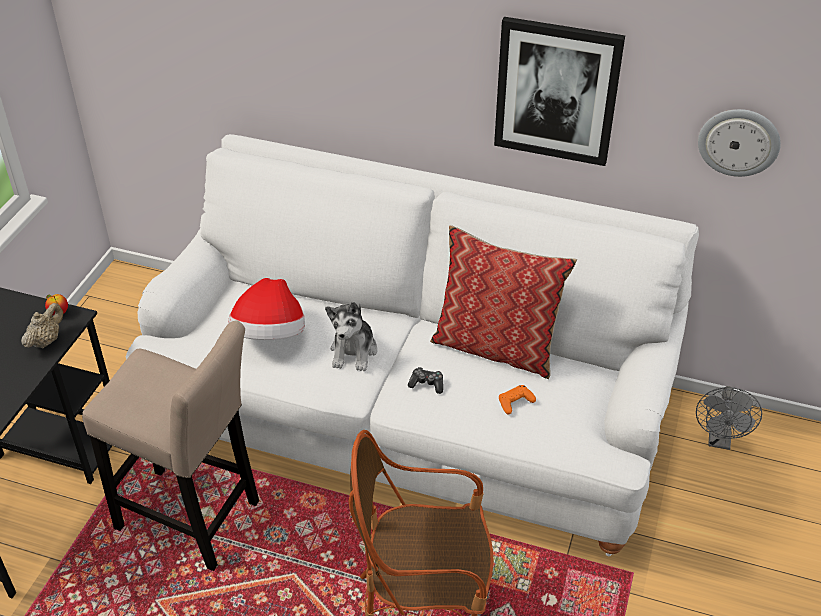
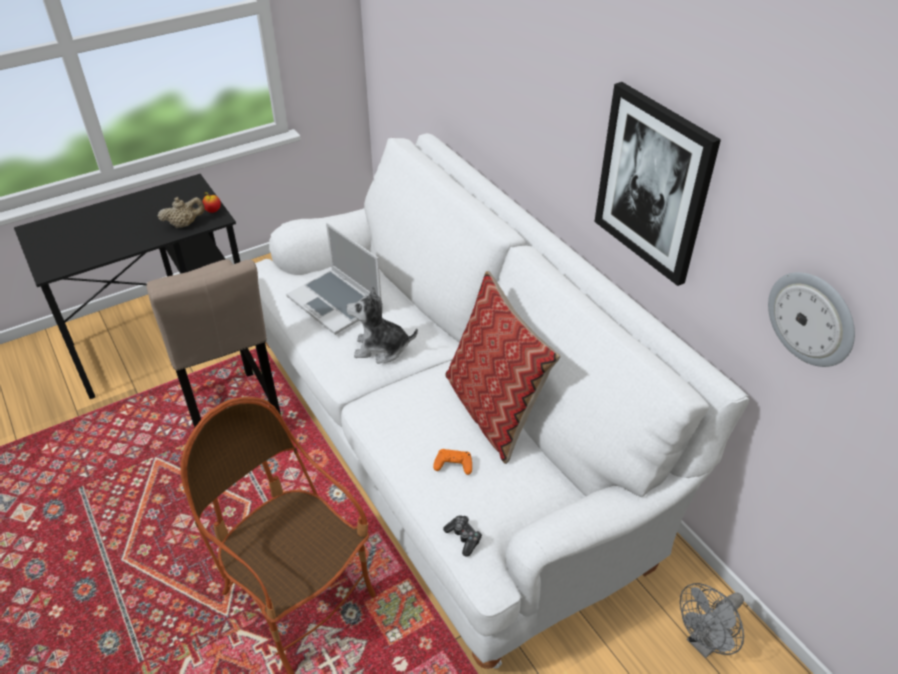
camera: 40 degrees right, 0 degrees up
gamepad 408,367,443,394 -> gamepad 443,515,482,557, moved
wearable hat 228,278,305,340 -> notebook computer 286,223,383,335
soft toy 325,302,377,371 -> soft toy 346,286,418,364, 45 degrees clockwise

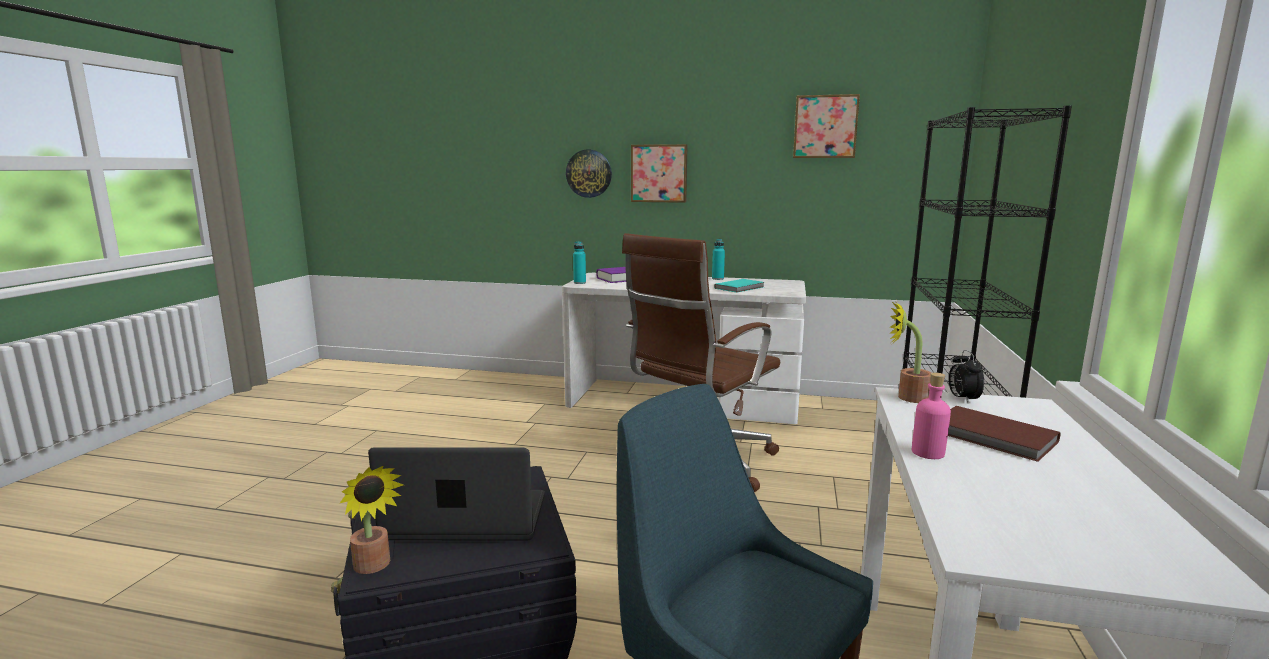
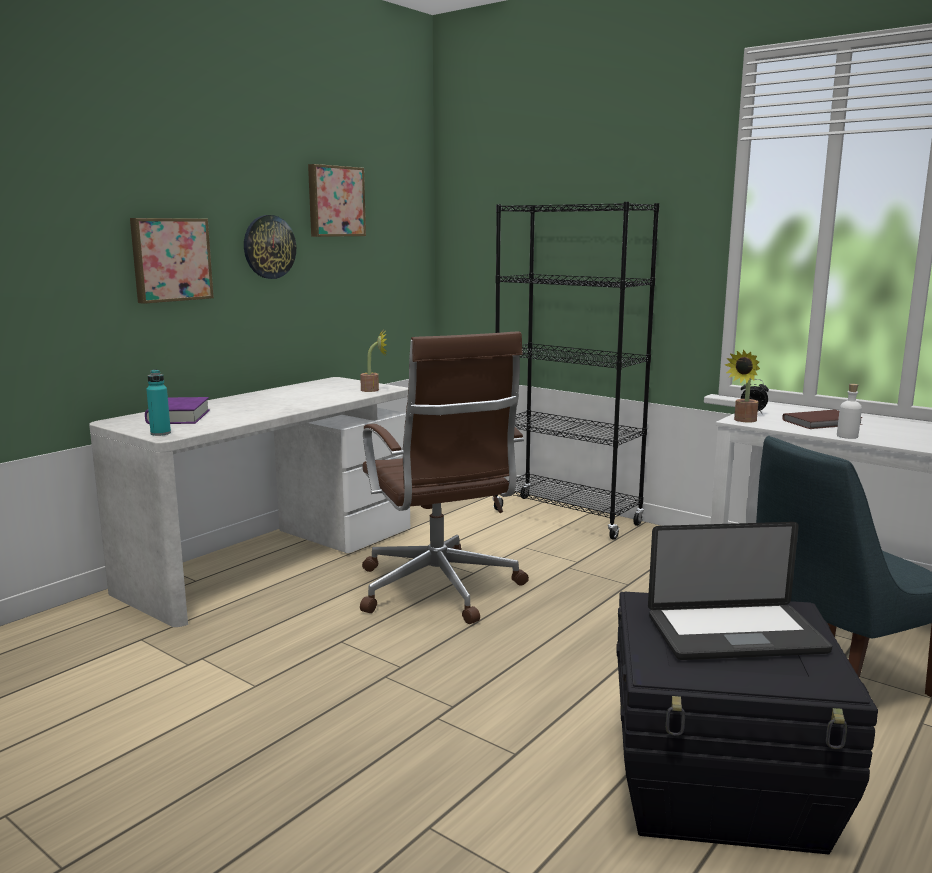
camera: 65 degrees left, 0 degrees up
bottle (turquoise) 712,239,725,280 -> none
volume (turquoise) 714,279,764,293 -> none
potted plant 340,466,404,574 -> potted plant 360,331,387,392, moved
clock on the wall 566,150,612,198 -> clock on the wall 244,215,296,279, moved
bottle (pink-coloured) 912,372,951,459 -> bottle (white) 837,384,862,439
notebook computer 368,447,545,541 -> notebook computer 648,522,832,660, 120 degrees counterclockwise

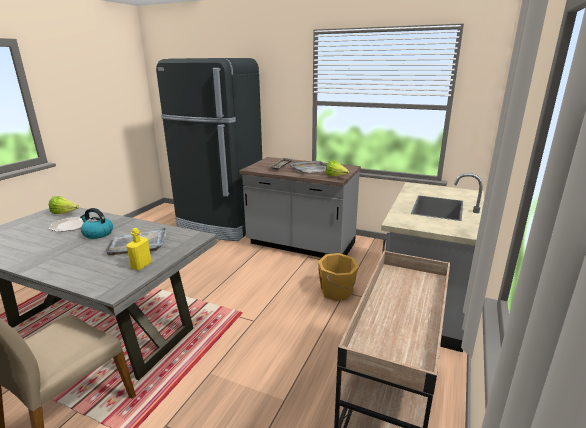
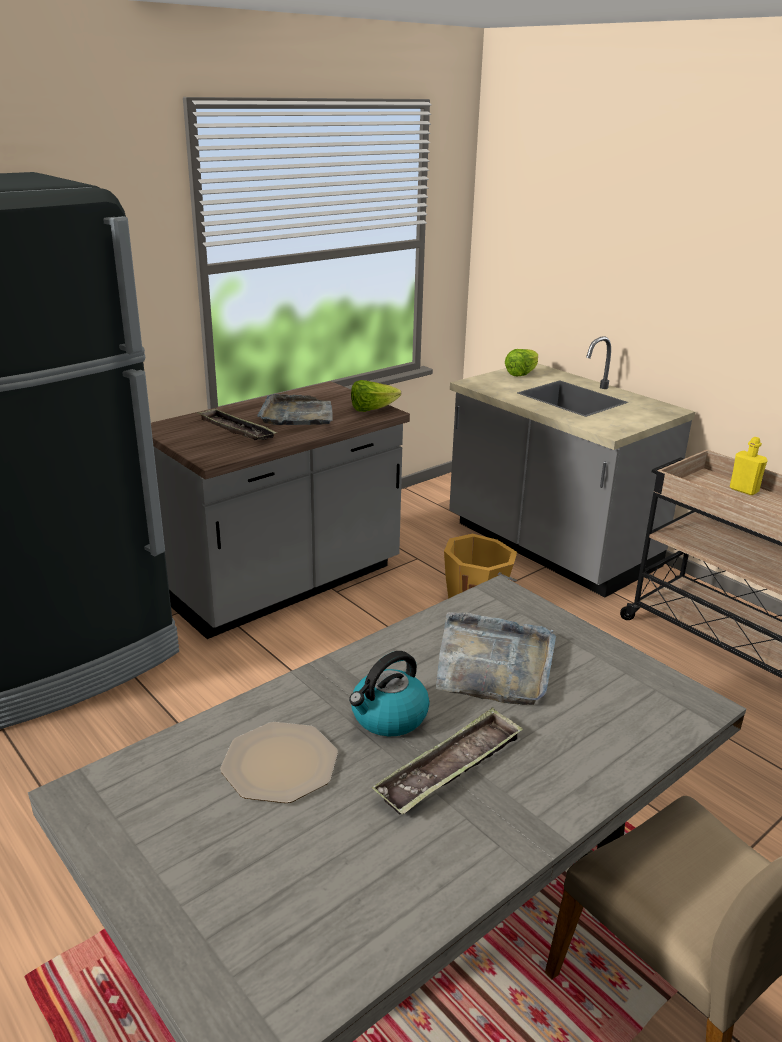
camera: 65 degrees left, 5 degrees up
none -> carrying tray 372,707,523,815
head of lettuce 49,196,79,214 -> head of lettuce 505,349,538,376, moved
bottle (yellow) 126,228,151,270 -> bottle (yellow) 730,437,768,495, moved

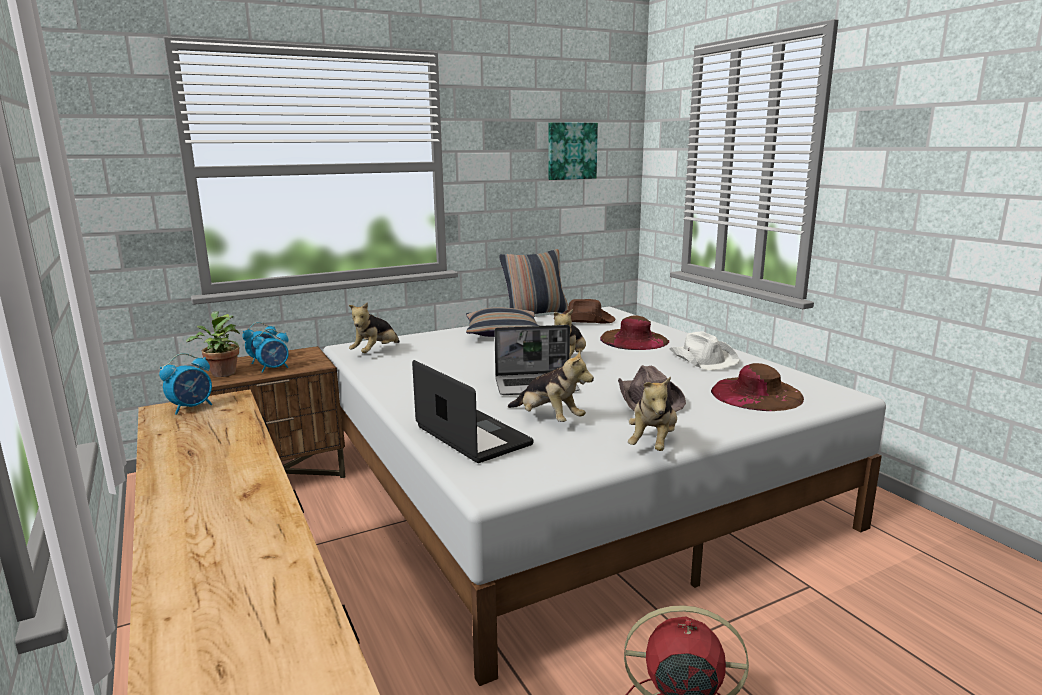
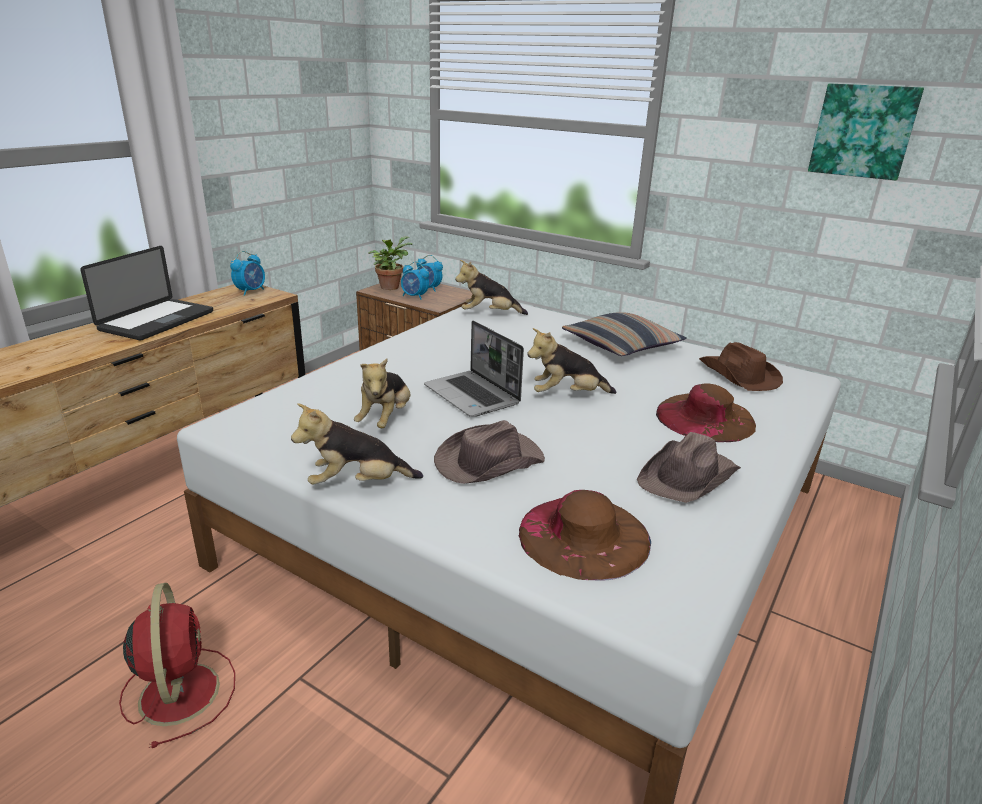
camera: 60 degrees right, 10 degrees up
cushion 499,249,569,314 -> none
notebook computer 412,360,533,463 -> notebook computer 80,246,213,340, moved
wearable hat (white) 669,331,740,371 -> wearable hat (brown) 637,432,741,503
bedside clock 159,353,212,415 -> bedside clock 230,251,265,296, 75 degrees counterclockwise

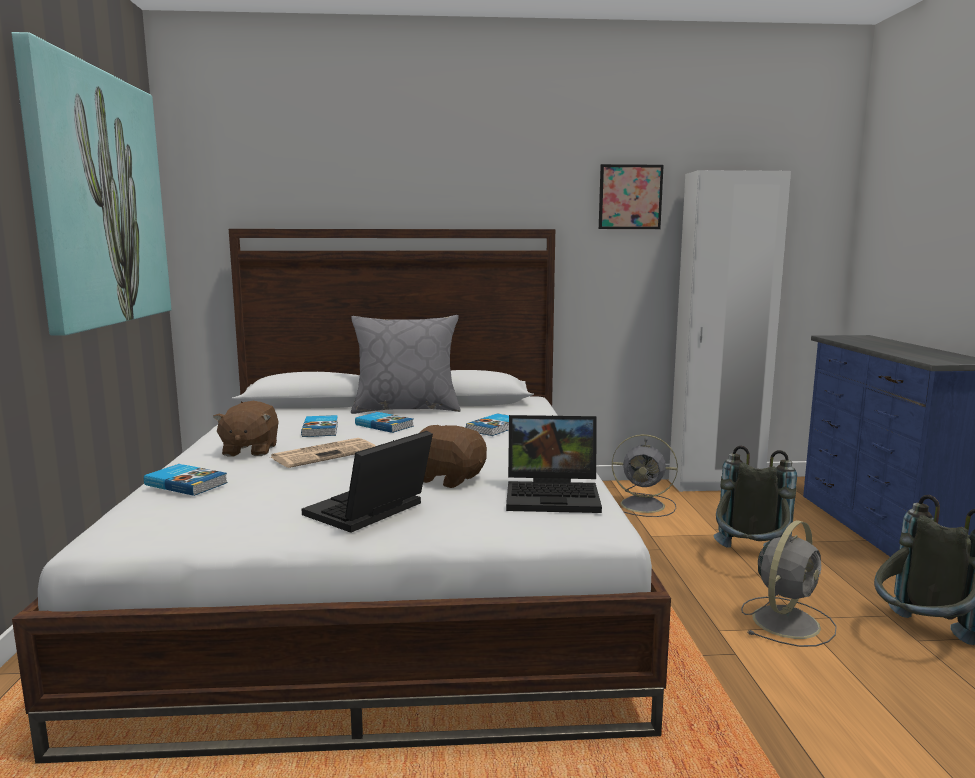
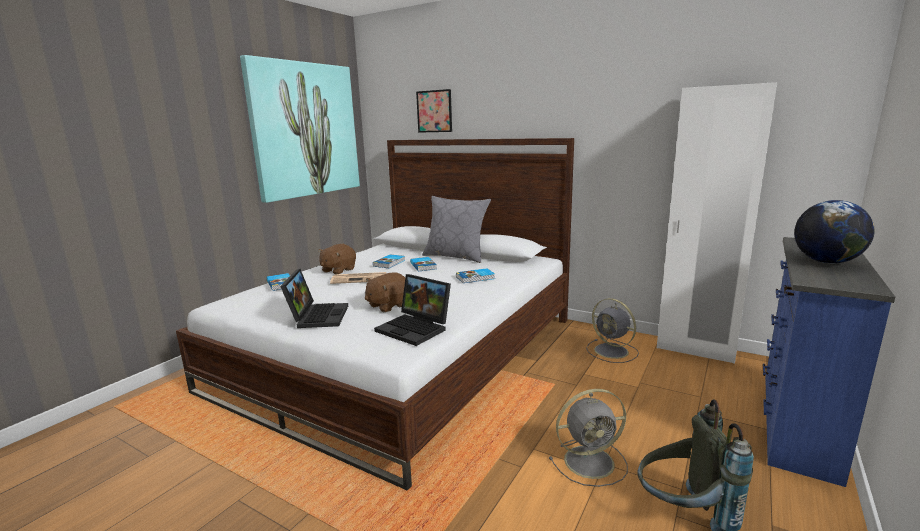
camera: 35 degrees right, 5 degrees up
knapsack (greyish) 714,446,797,548 -> none
none -> desk globe 794,200,875,263
wall picture 599,164,664,229 -> wall picture 416,89,452,133, moved
notebook computer 302,431,433,533 -> notebook computer 280,269,348,328, 105 degrees clockwise
soft toy (brown) 419,425,487,488 -> soft toy (brown) 365,272,405,312, 105 degrees counterclockwise

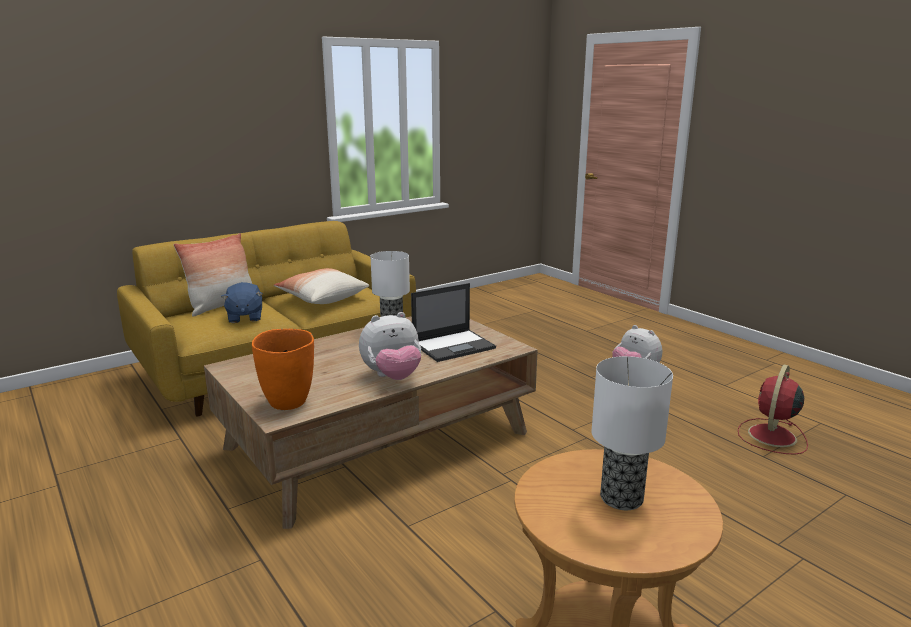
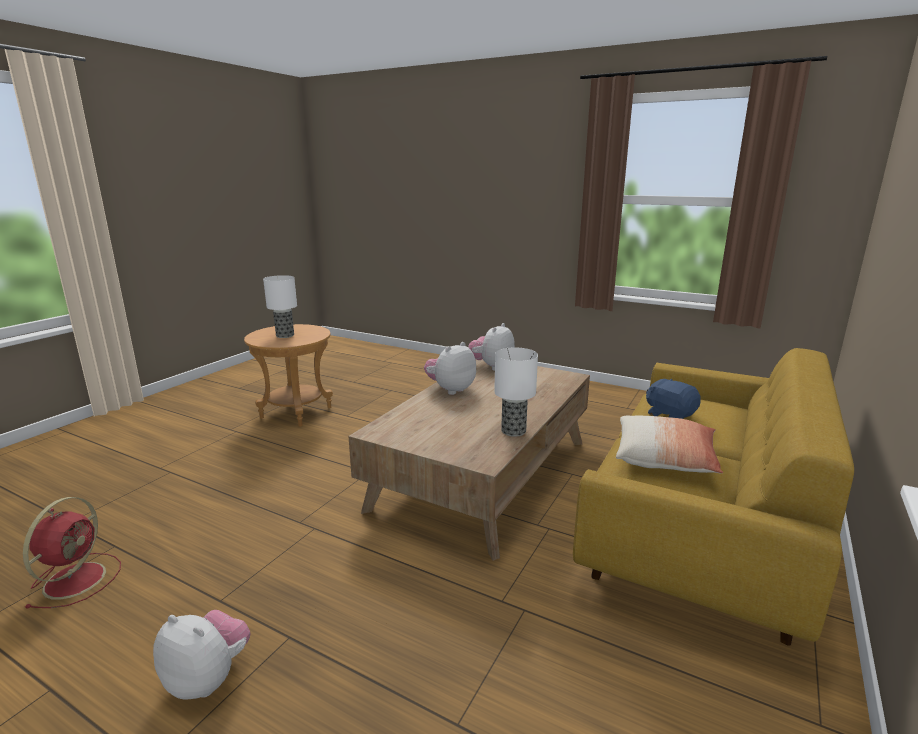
camera: 155 degrees right, 0 degrees up
cushion 173,233,252,317 -> none
notebook computer 411,283,496,362 -> none
vase (orange) 252,329,314,410 -> soft toy 468,323,515,371

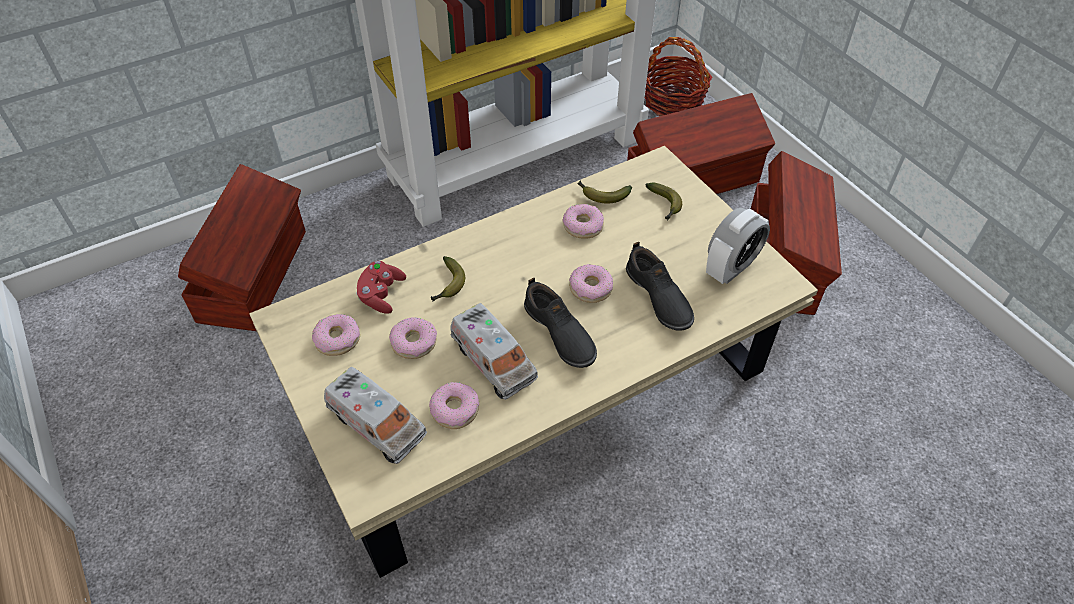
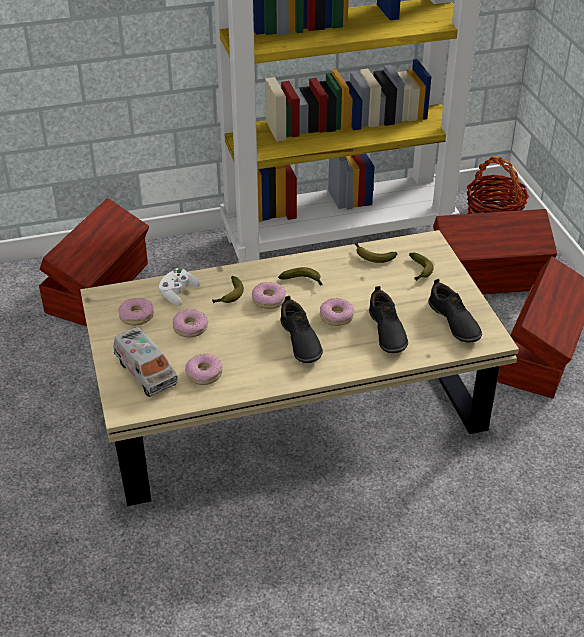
camera: 15 degrees right, 10 degrees down
toy truck 450,303,538,400 -> none
none -> banana fruit 278,267,323,286
donut 563,204,604,239 -> donut 252,282,286,309, moved
bedside clock 706,208,770,284 -> item of footwear (blackish) 428,279,482,343
gamepad (red) 356,261,406,314 -> gamepad (white) 159,268,200,306

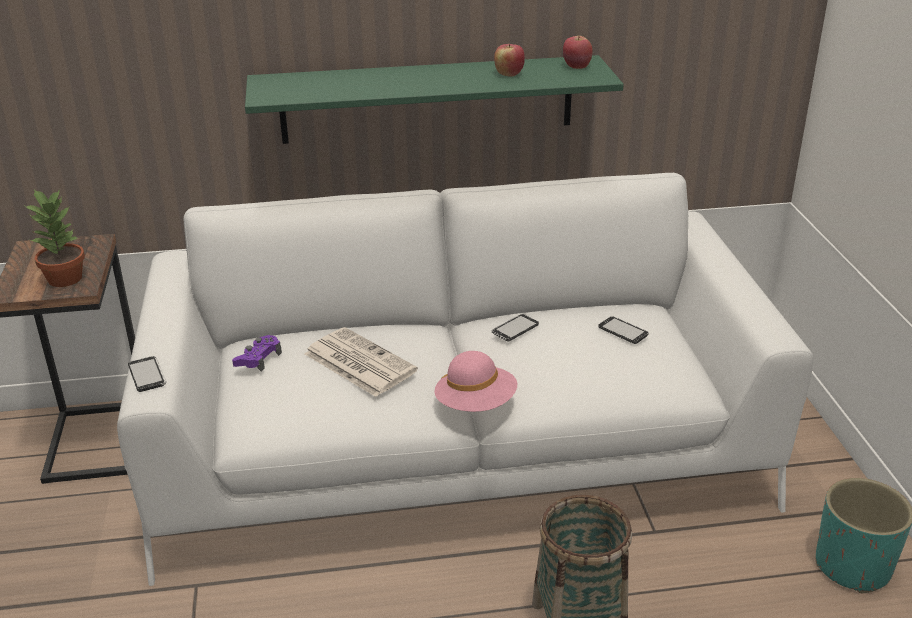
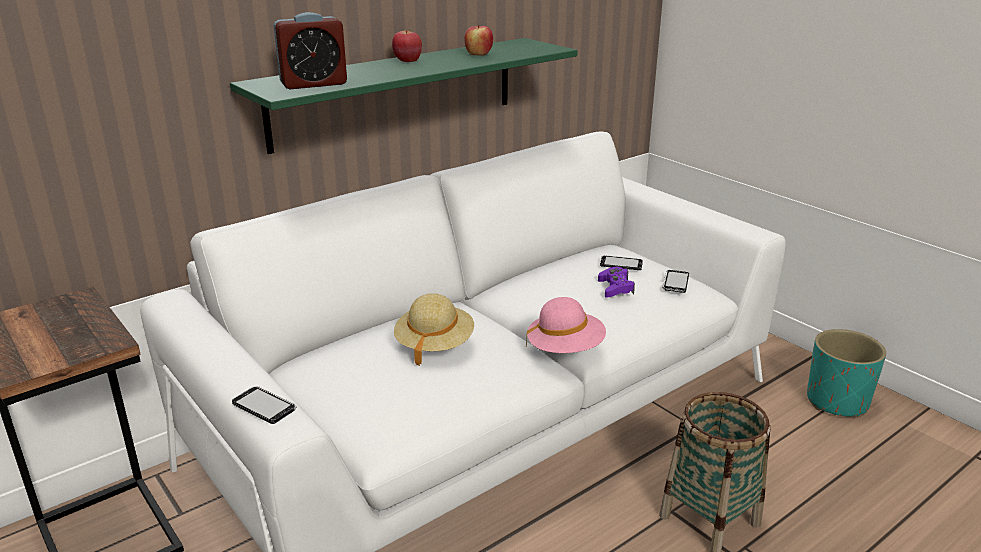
camera: 30 degrees left, 5 degrees down
potted plant 25,189,85,287 -> none
none -> bedside clock 273,12,347,90
gamepad (purple) 232,335,282,372 -> gamepad (purple) 598,267,635,298, moved
handset 492,314,539,341 -> handset 662,270,689,293, moved
whole apple 563,36,593,69 -> whole apple 392,30,422,62, moved
printed paper 305,327,418,397 -> wearable hat (sand-coloured) 394,293,474,366

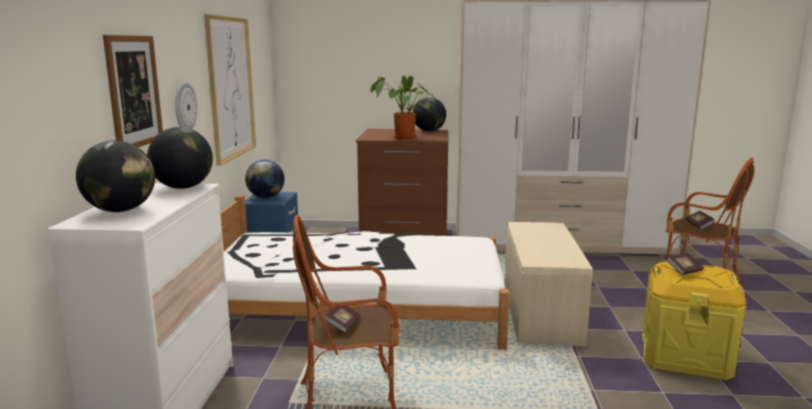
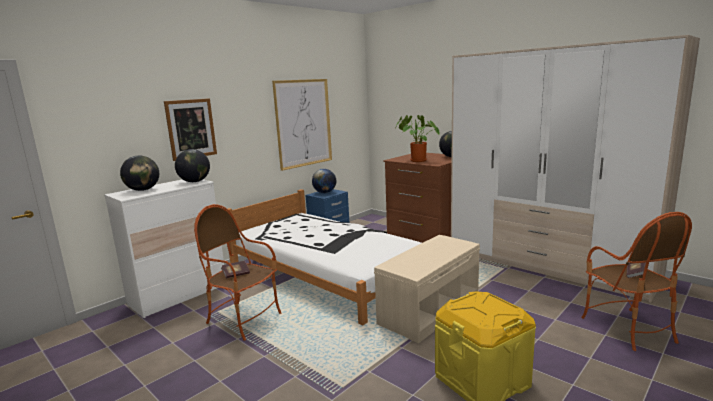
camera: 40 degrees right, 0 degrees up
clock on the wall 175,82,197,129 -> none
volume 666,253,704,275 -> none

